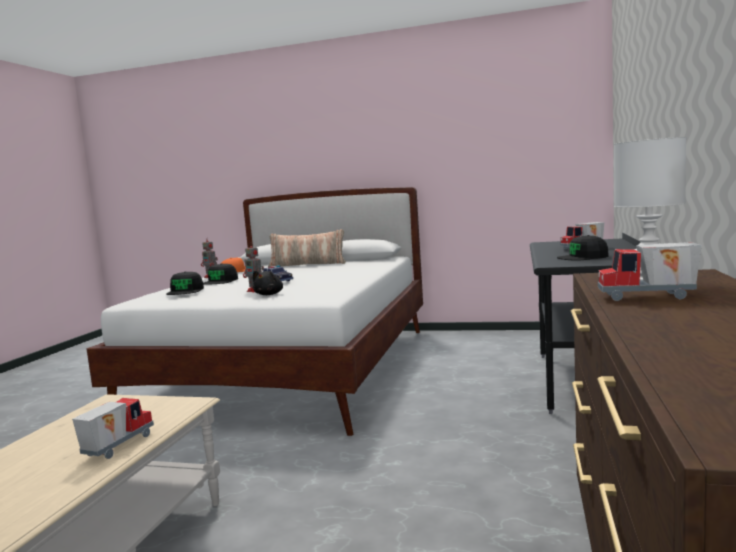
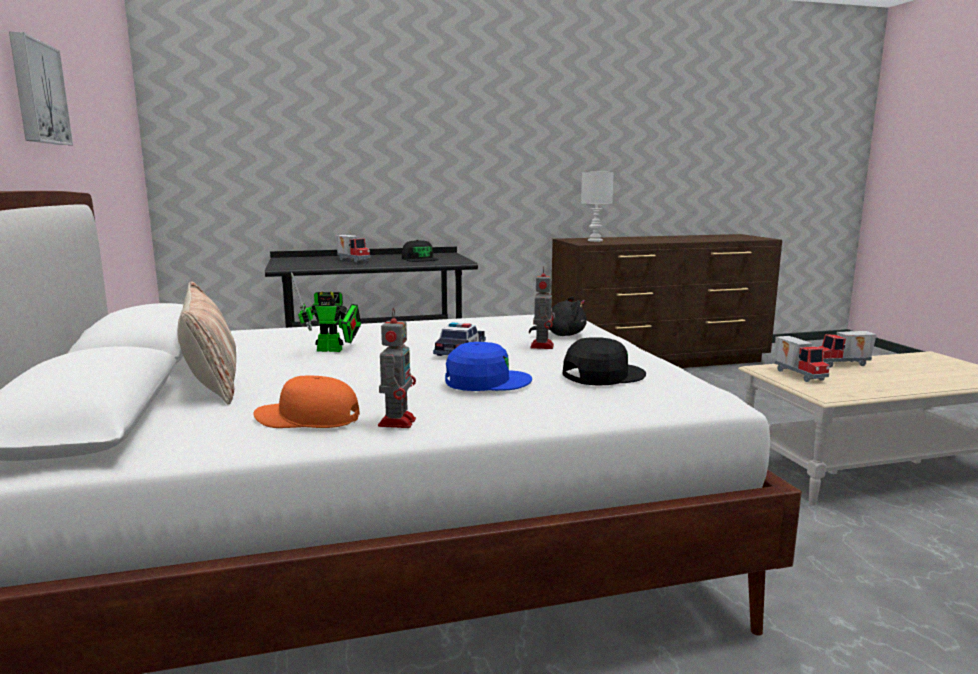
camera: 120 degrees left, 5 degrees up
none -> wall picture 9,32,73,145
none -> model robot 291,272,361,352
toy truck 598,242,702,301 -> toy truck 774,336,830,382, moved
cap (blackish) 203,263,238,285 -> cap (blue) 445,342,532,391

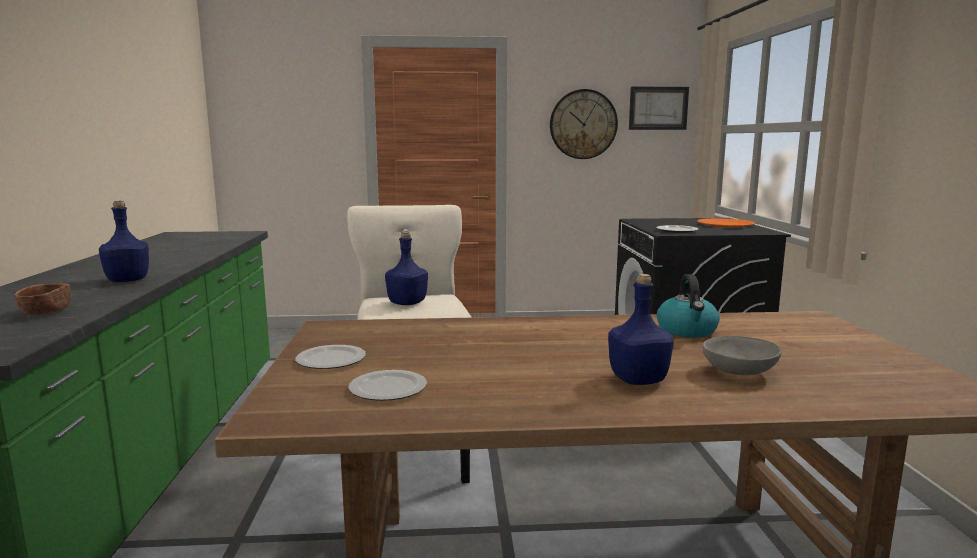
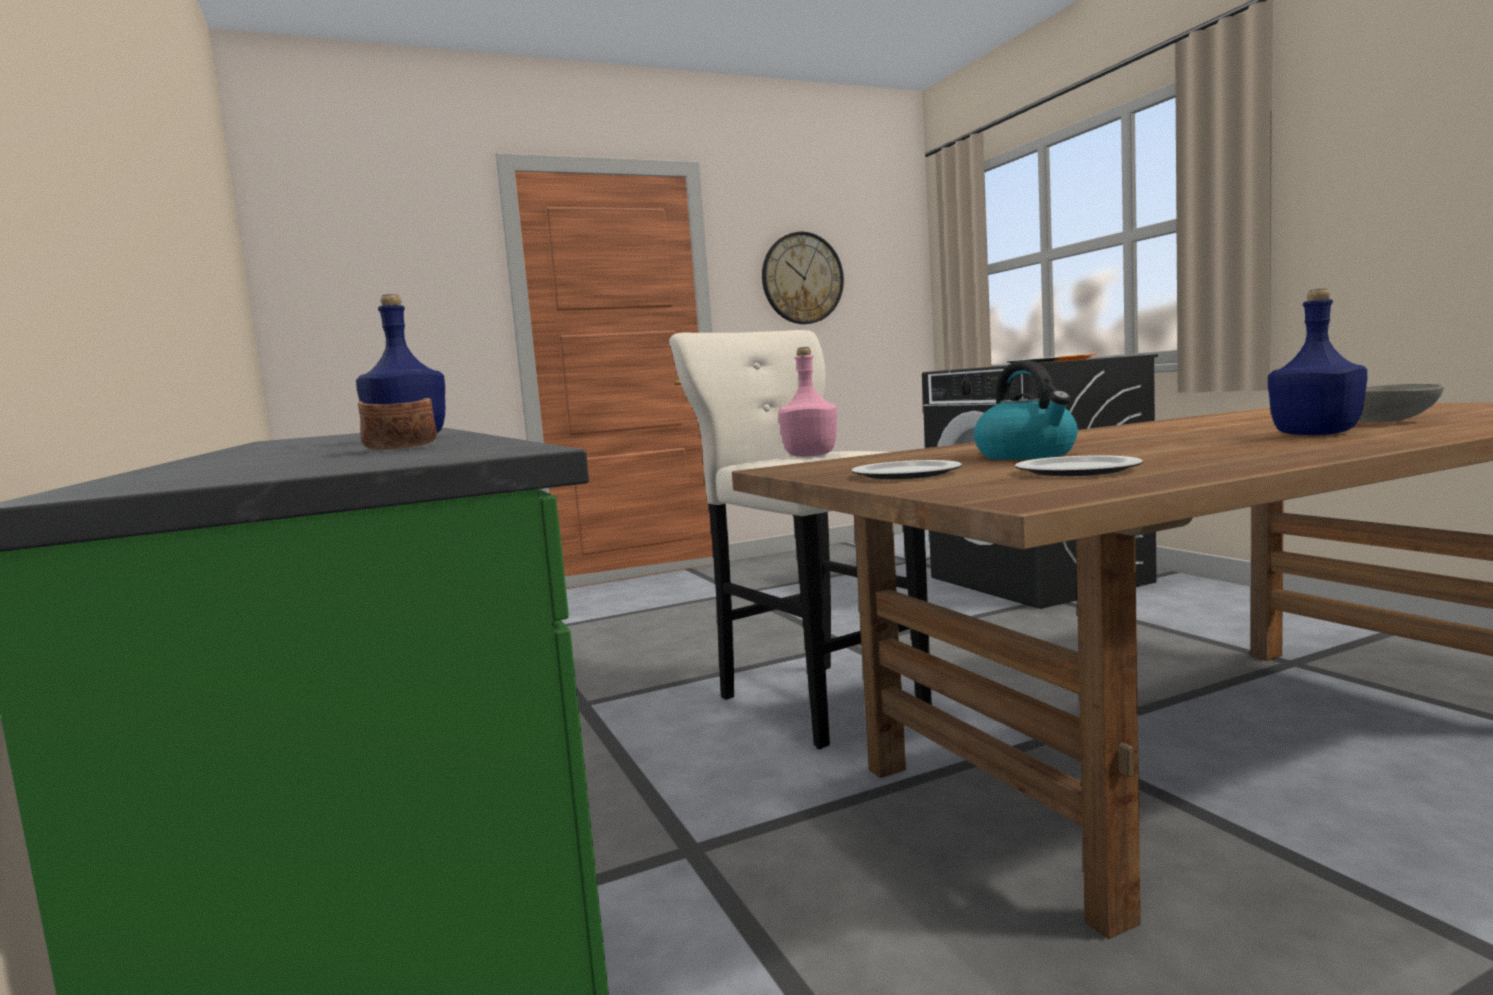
camera: 20 degrees left, 5 degrees down
wall picture 629,87,689,130 -> none
kettle 657,274,720,338 -> kettle 974,360,1078,460, moved
bottle (blue) 385,232,428,305 -> bottle (pink-coloured) 778,347,837,456

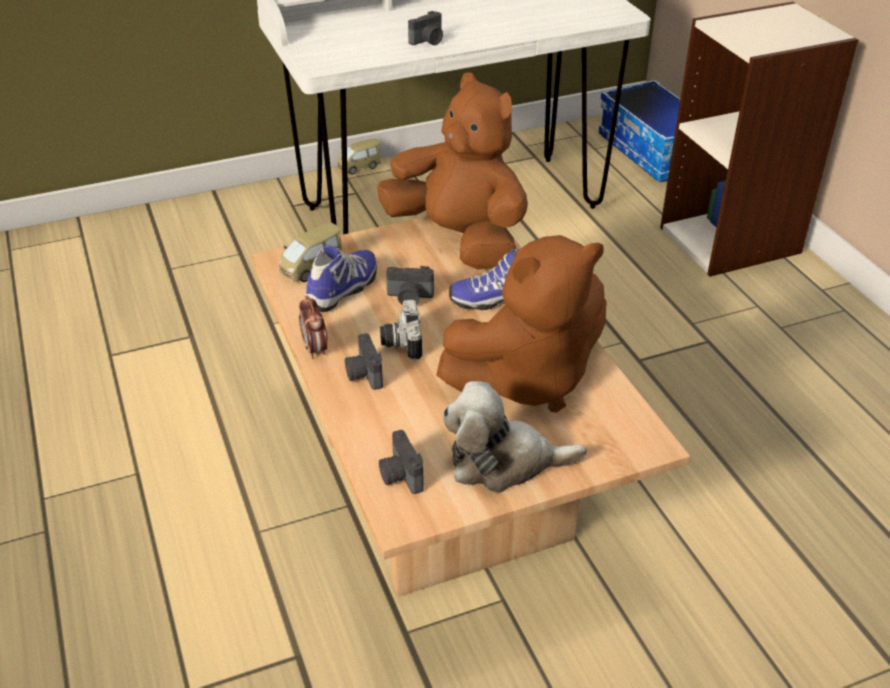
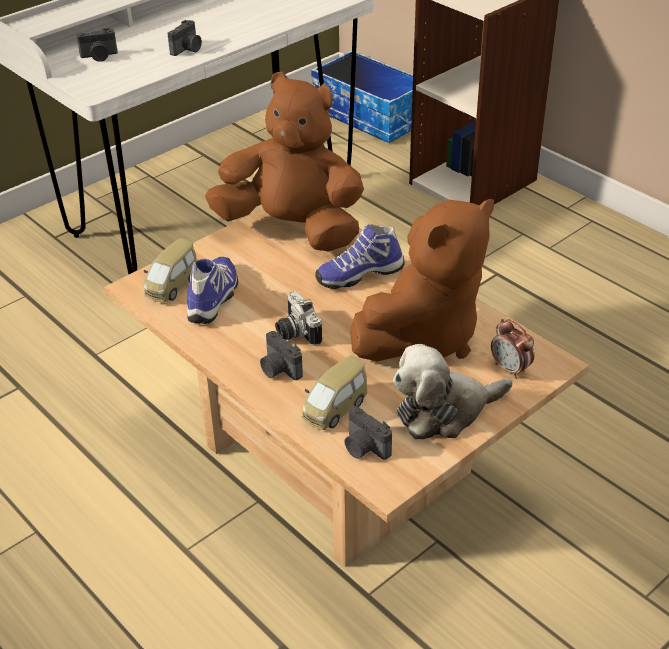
camera: 20 degrees left, 0 degrees up
bedside clock 299,295,327,359 -> bedside clock 491,319,534,379, moved
miniature car 337,138,381,175 -> miniature car 302,355,367,430, moved
still camera 386,266,434,304 -> still camera 76,28,118,62, moved

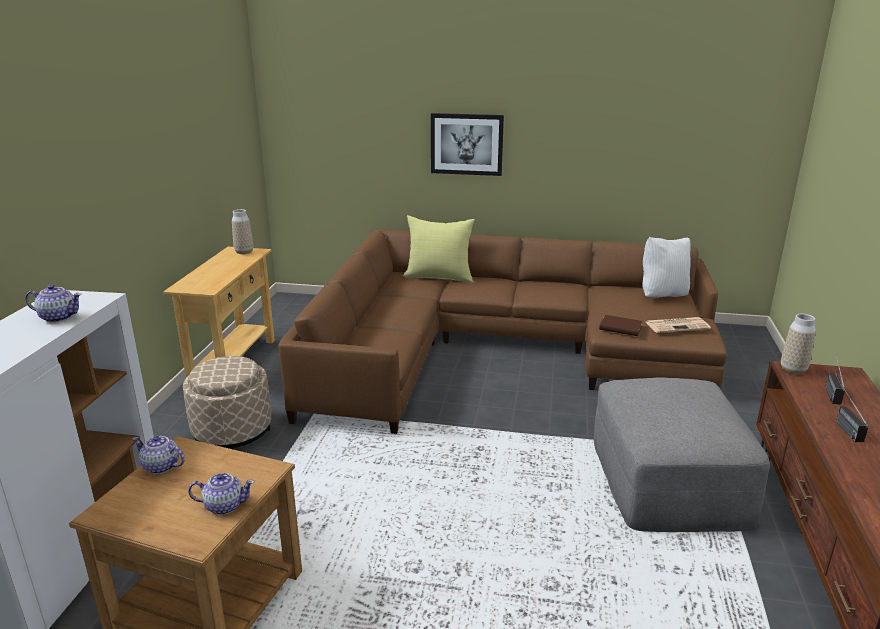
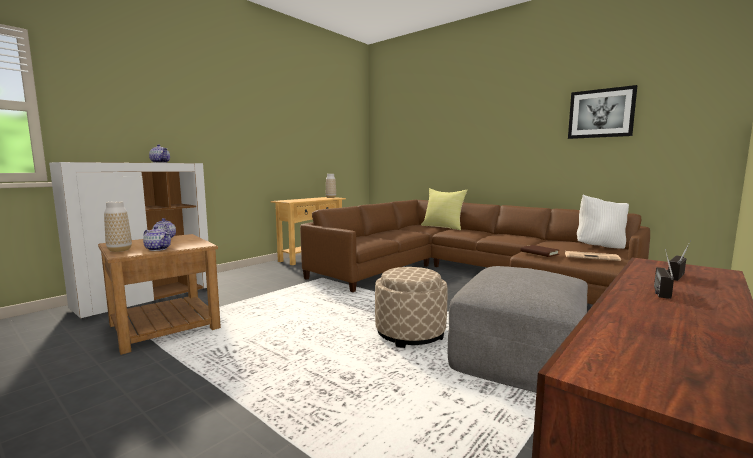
camera: 30 degrees right, 15 degrees down
ottoman (sand-coloured) 183,356,271,450 -> ottoman (sand-coloured) 375,267,447,348, moved
wall picture 431,113,504,176 -> wall picture 568,85,637,139, moved
vase 781,314,816,375 -> vase 104,201,132,252, moved

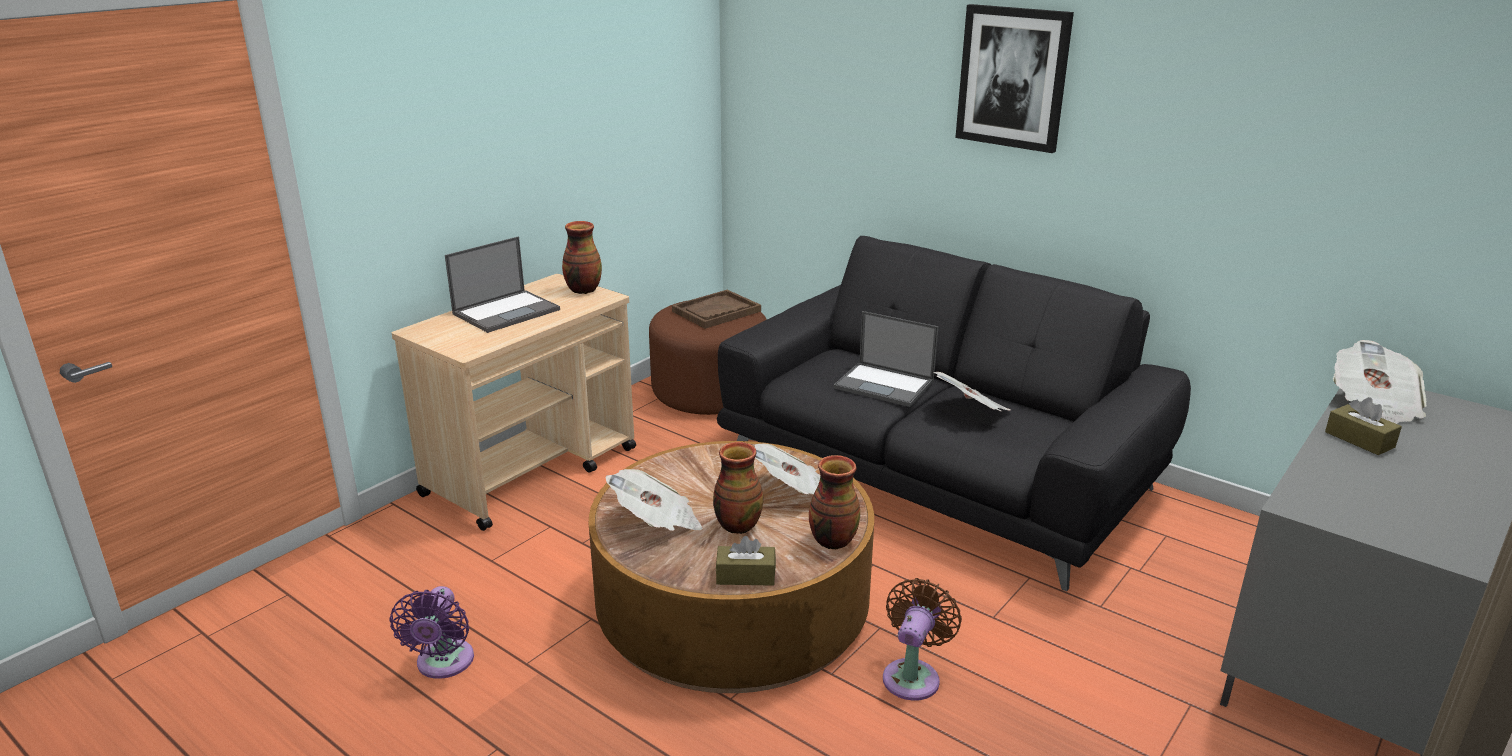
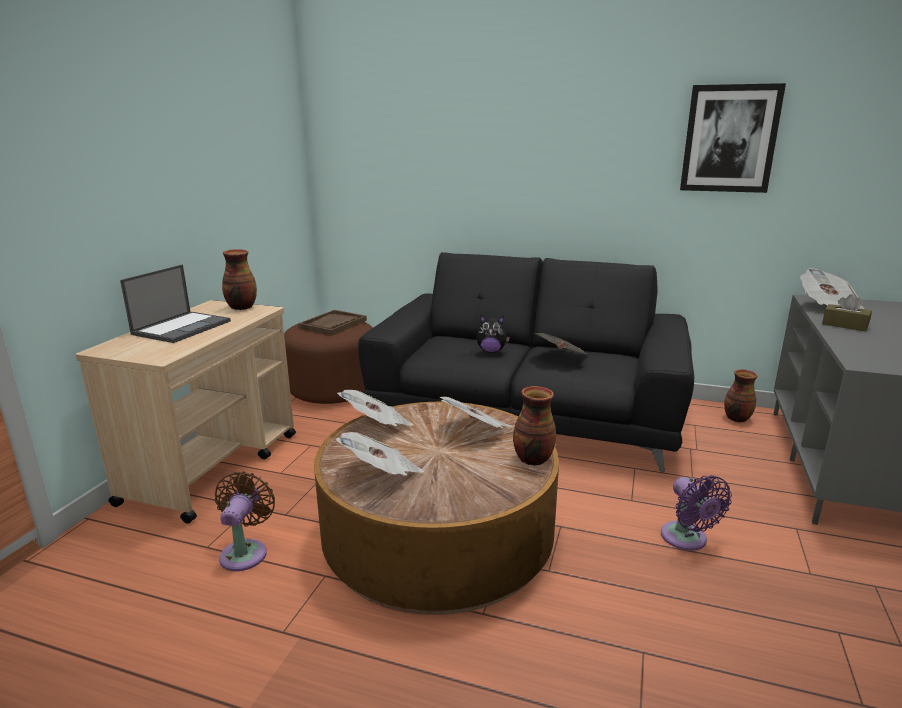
camera: 20 degrees left, 5 degrees down
tissue box (brown) 716,536,776,586 -> none
none -> printed paper 337,390,414,426
electric fan (purple) 390,586,474,679 -> electric fan (purple) 661,475,732,551, moved
vase 713,442,763,534 -> vase 724,370,757,422, moved
electric fan (brown) 883,578,962,701 -> electric fan (brown) 215,471,275,571, moved
wall picture 955,4,1074,153 -> wall picture 680,83,786,193, moved
notebook computer 833,311,938,407 -> soft toy 477,316,510,353

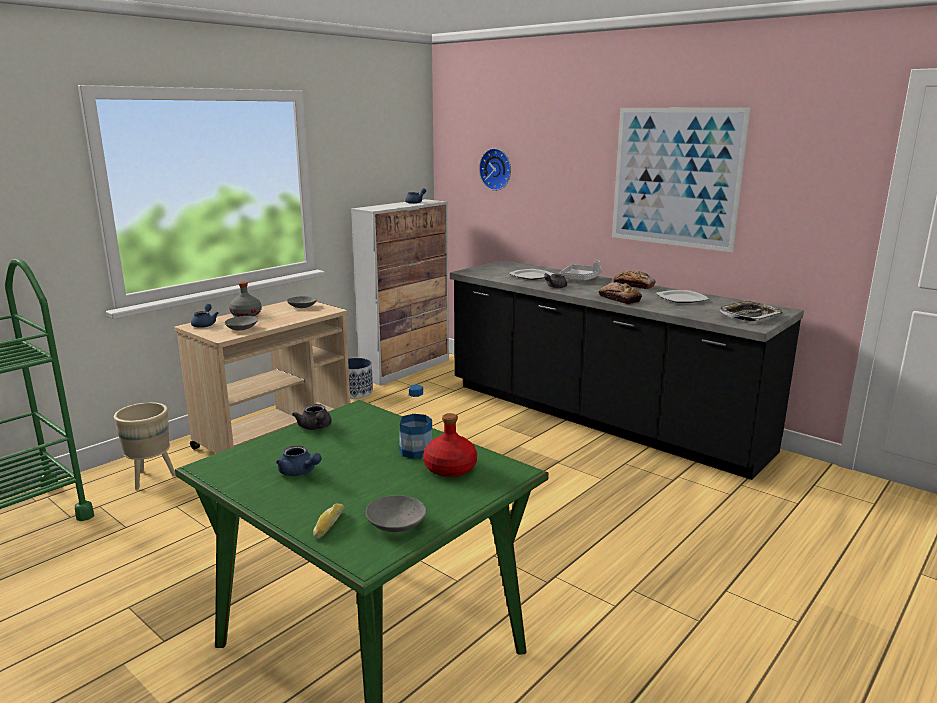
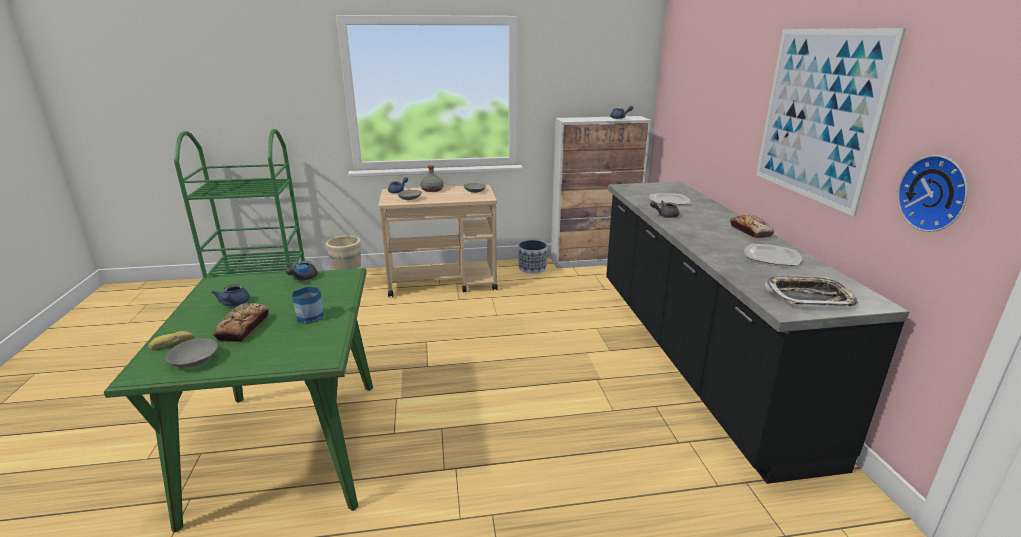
camera: 40 degrees right, 5 degrees up
bottle (red) 423,413,477,477 -> none
carrying tray (greyish) 559,261,602,281 -> none
clock on the wall 479,148,511,191 -> clock on the wall 897,155,968,232, moved
bakery bread 599,282,642,304 -> bakery bread 213,303,269,342, moved

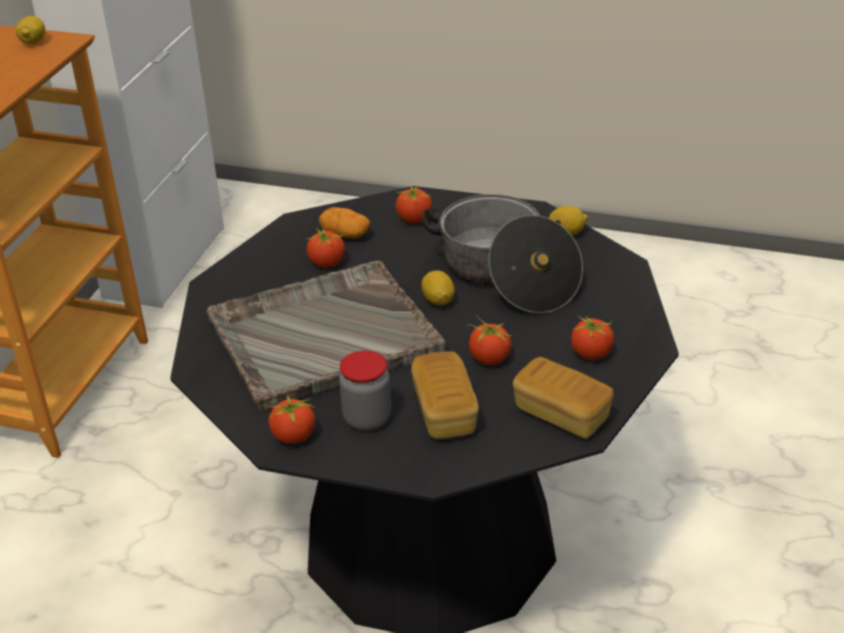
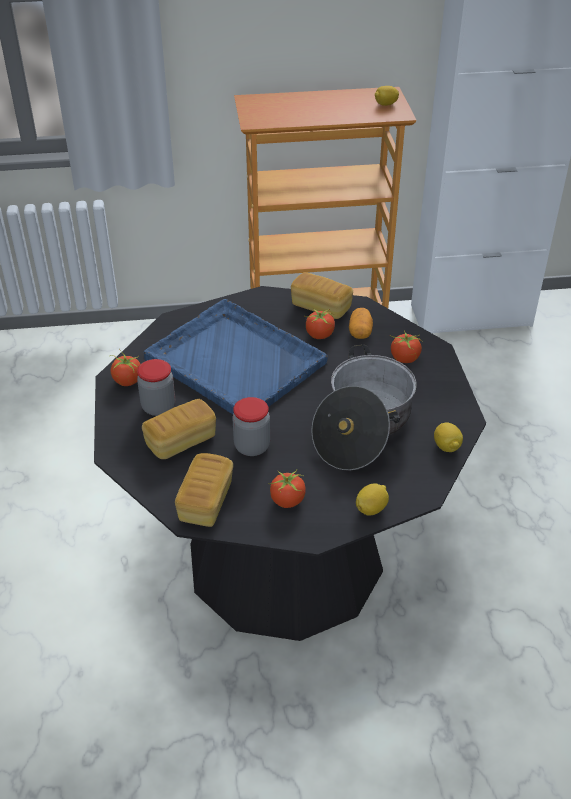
camera: 65 degrees right, 5 degrees up
none -> bakery bread 291,272,353,319
lemon 421,271,455,306 -> lemon 356,483,389,516, moved
whole tomato 467,315,511,365 -> storage jar 233,397,270,456
carrying tray (greyish) 207,260,446,412 -> carrying tray (blue) 143,299,328,414

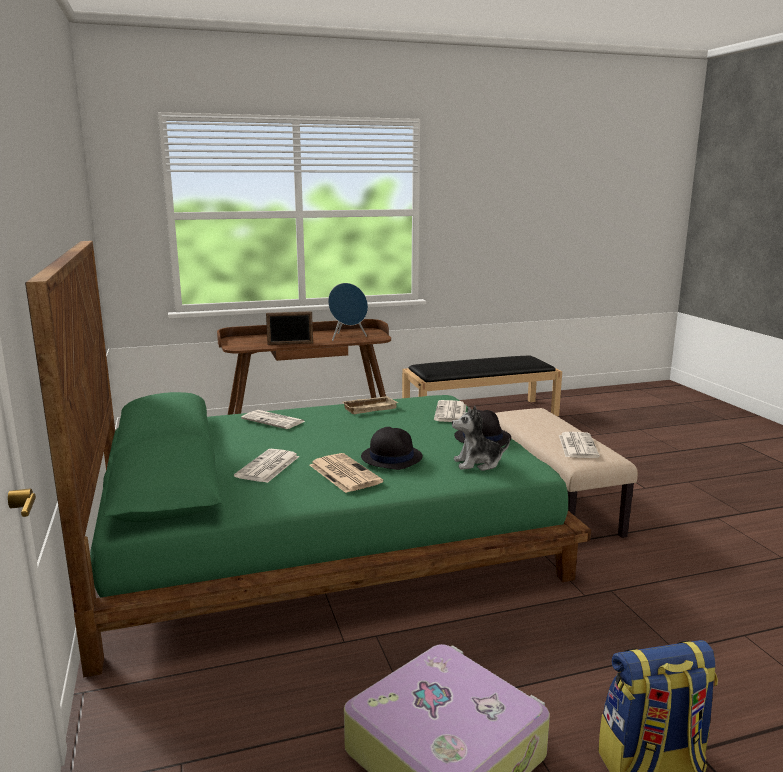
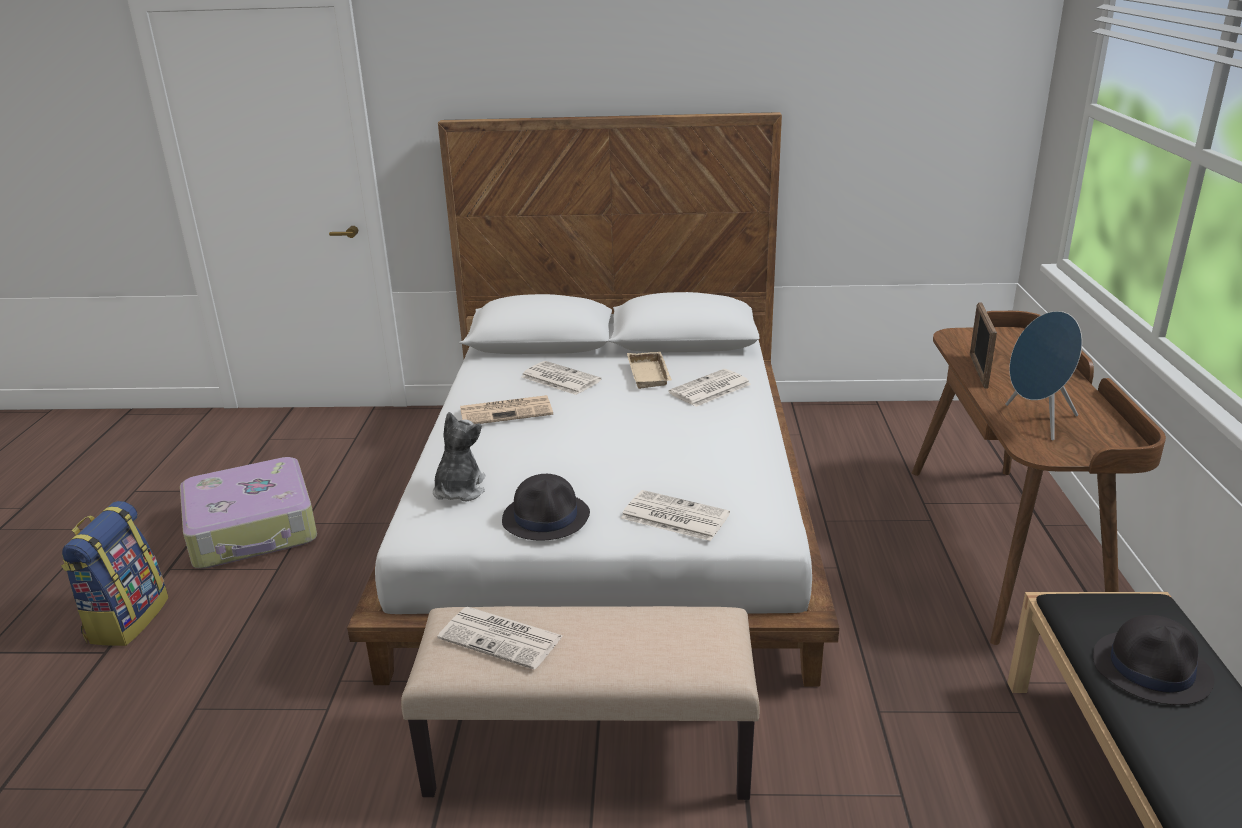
camera: 110 degrees right, 10 degrees up
carrying tray (sand-coloured) 341,396,398,414 -> carrying tray (sand-coloured) 627,352,672,389, moved
wearable hat (blackish) 361,427,423,470 -> wearable hat (blackish) 1093,615,1215,705, moved
sleeping bed (green) 25,241,591,677 -> sleeping bed (white) 347,112,839,686

